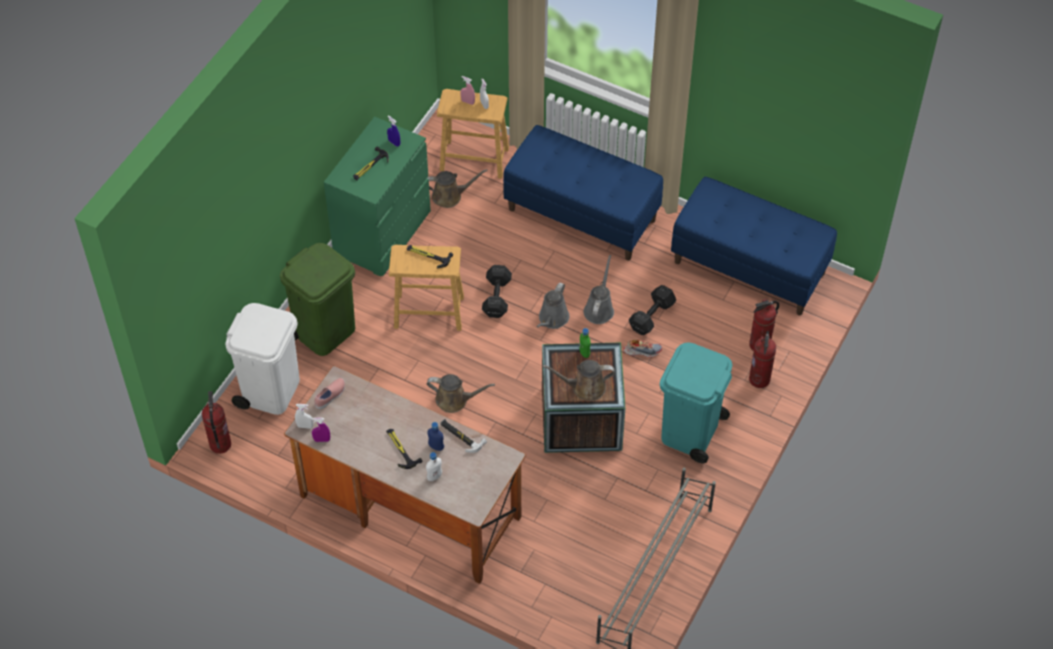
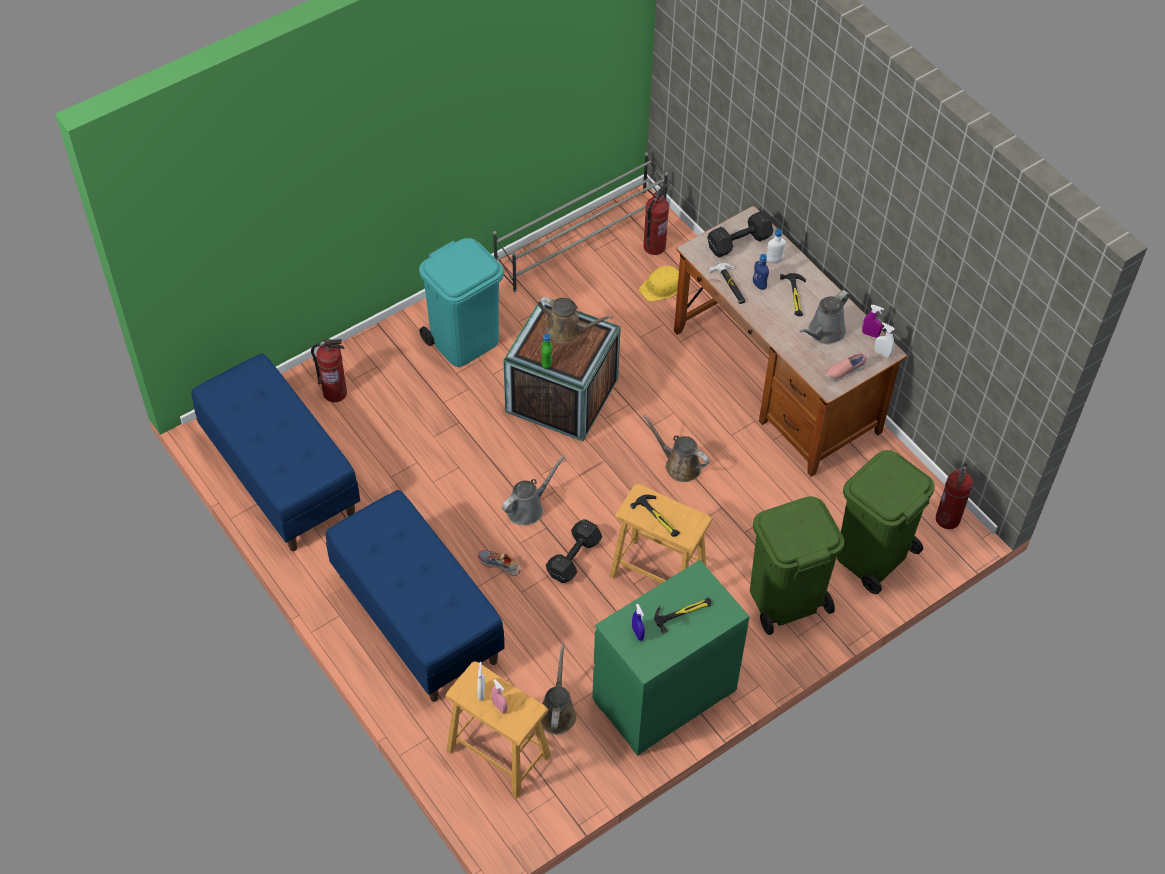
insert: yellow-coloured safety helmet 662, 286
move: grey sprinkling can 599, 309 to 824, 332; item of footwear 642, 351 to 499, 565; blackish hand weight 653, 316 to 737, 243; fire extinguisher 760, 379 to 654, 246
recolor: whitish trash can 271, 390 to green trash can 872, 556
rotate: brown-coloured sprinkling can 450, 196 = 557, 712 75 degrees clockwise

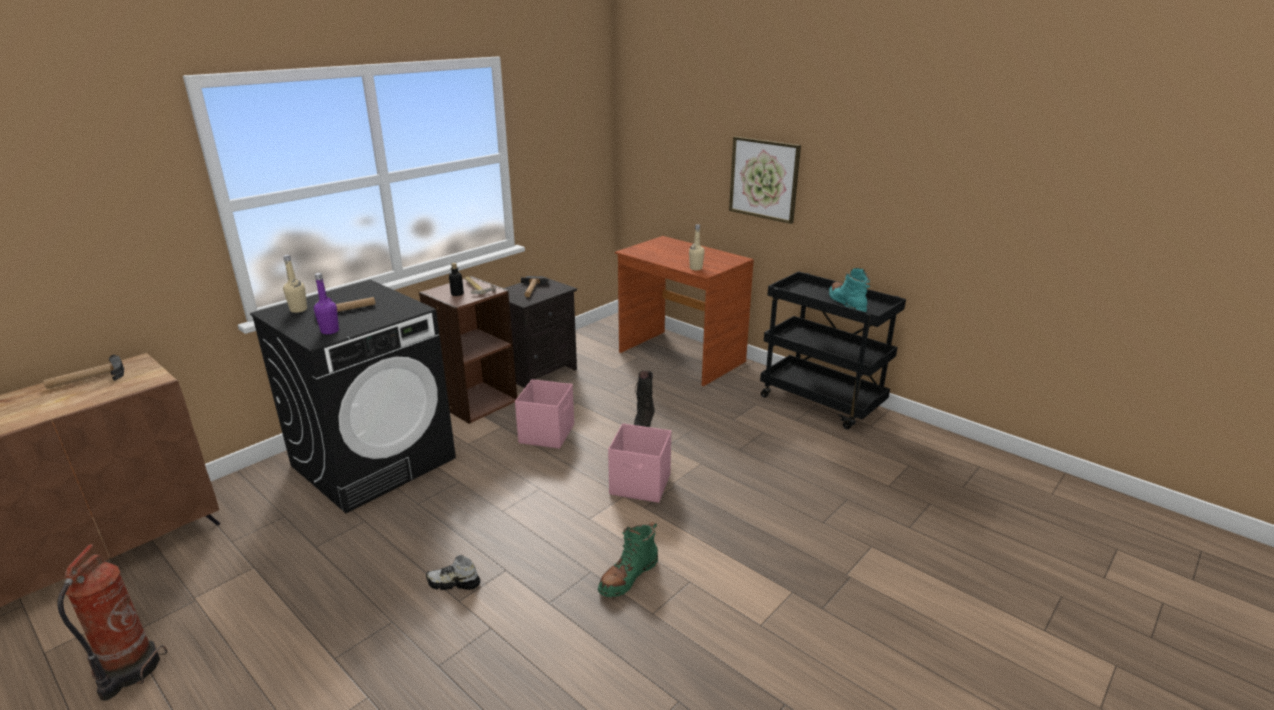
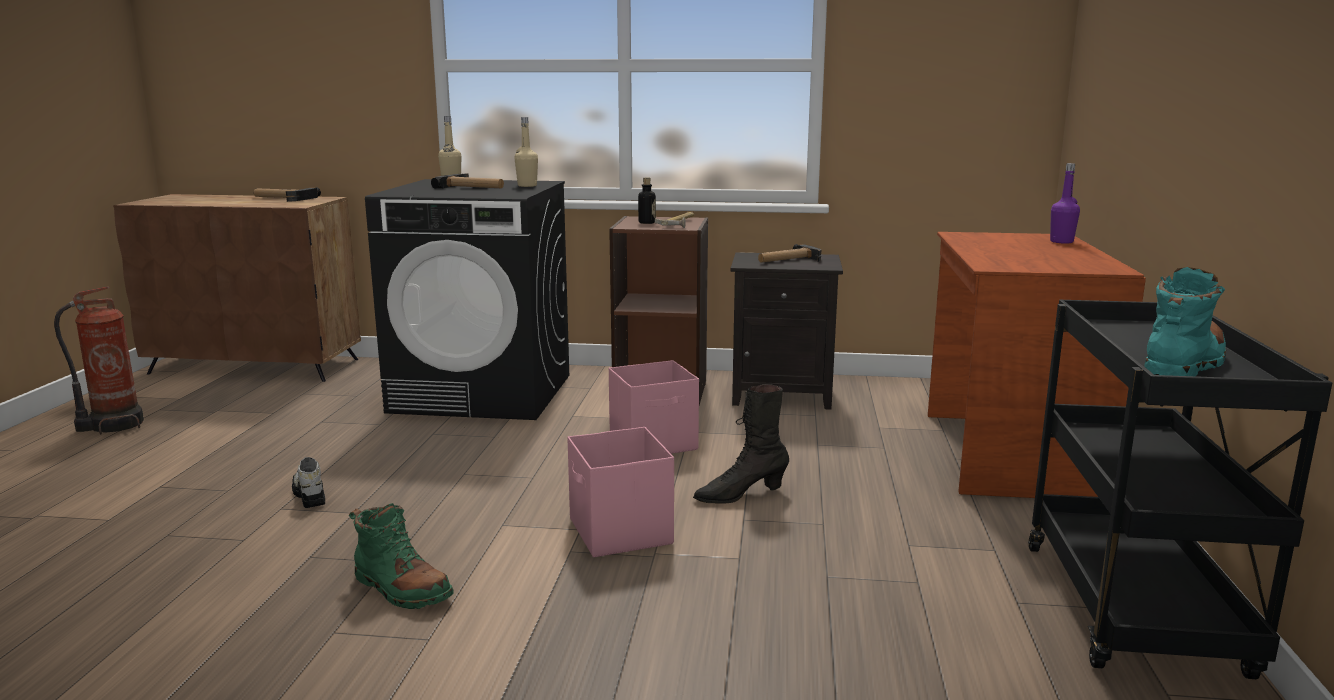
delete: wall picture 764, 179
move: purple bottle 330, 331 to 1061, 241; beige-coloured bottle 696, 268 to 527, 186
rotate: green tall boot 628, 576 = 401, 589 150 degrees counterclockwise

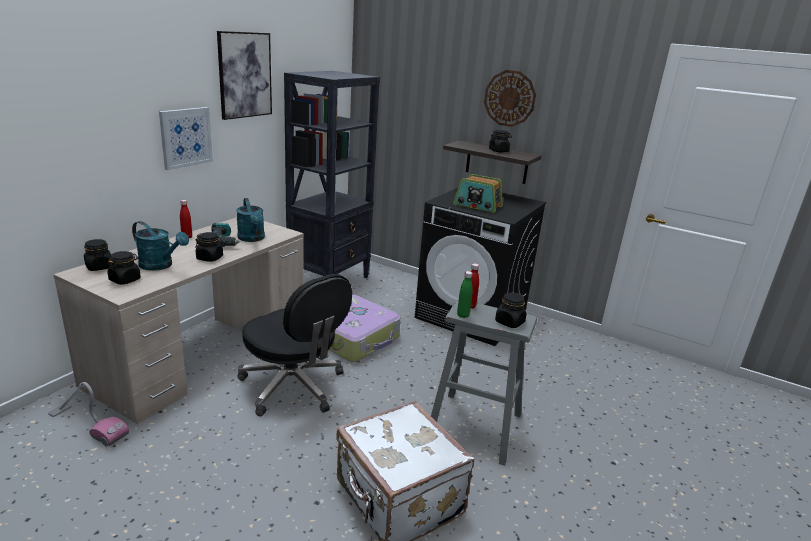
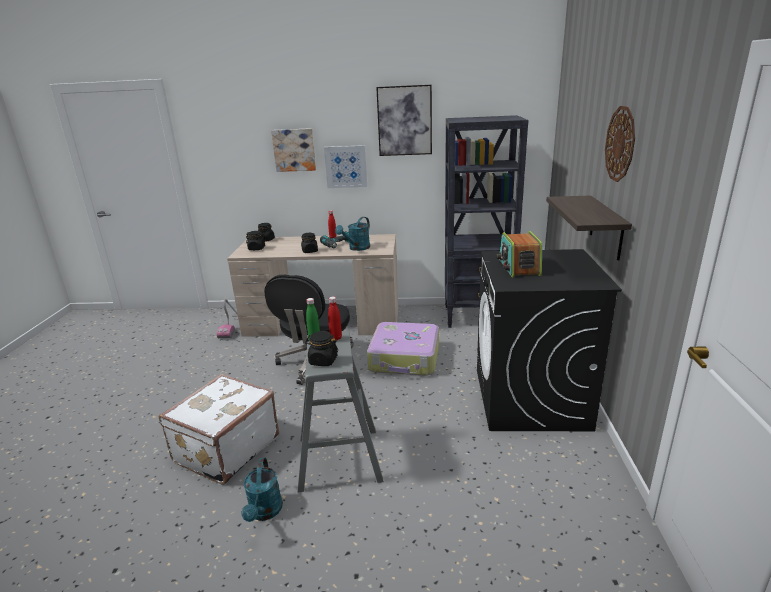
delete: blackish storage jar 498, 151
insert: wall picture 294, 150
move: blue-green sprinkling can 160, 265 to 264, 512

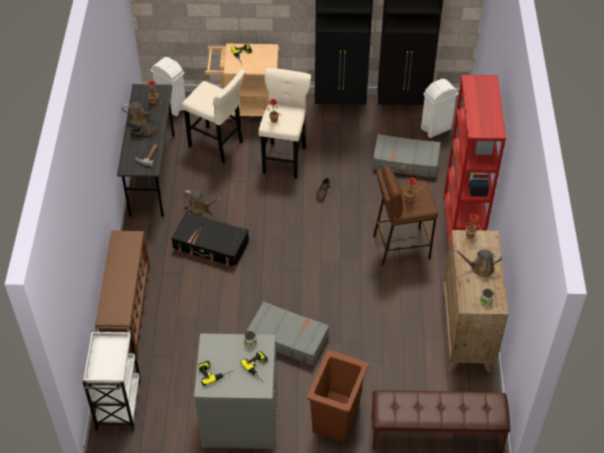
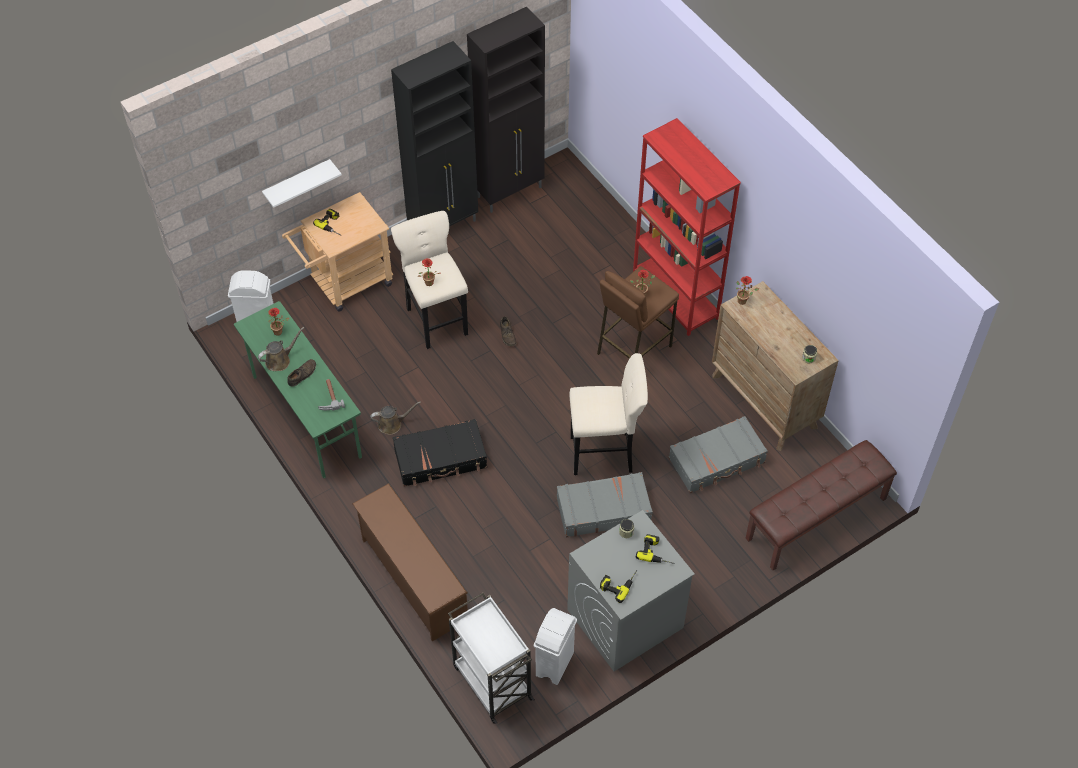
delete: brown-coloured trash can 336, 418; brown-coloured sprinkling can 480, 268
insert: whitish shelf 297, 184
move: beige-coloured stool seat 218, 145 to 605, 453; grey suitcase 405, 162 to 717, 461; whitish trash can 436, 128 to 555, 664
recolor: grey desk 152, 174 to green desk 306, 416

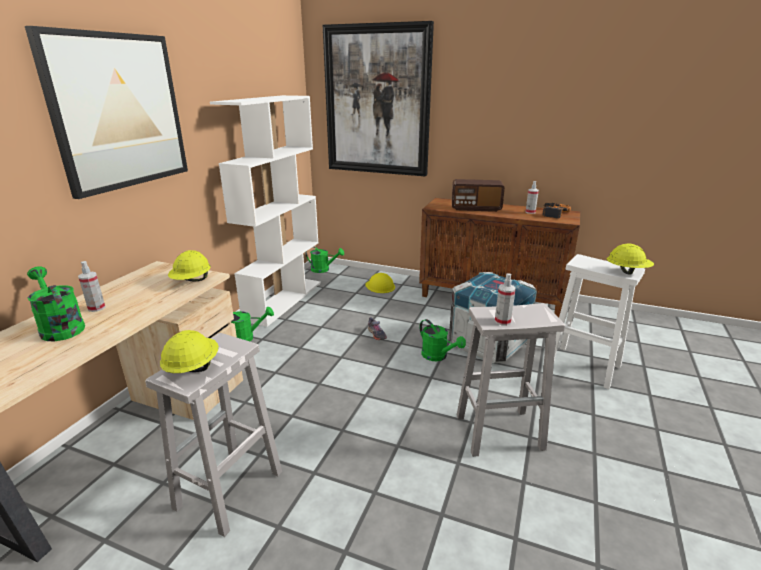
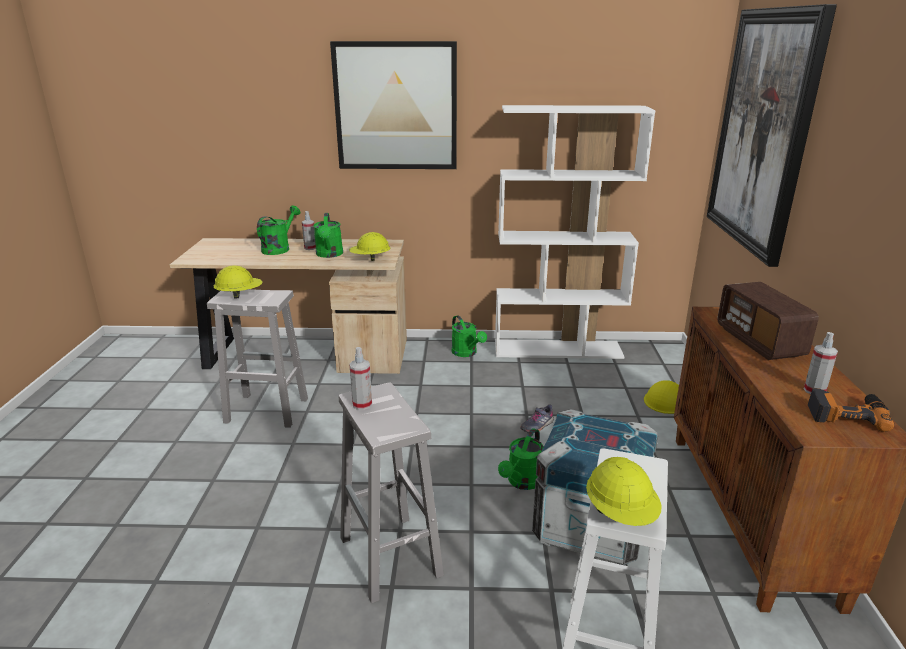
move: green sprinkling can 323, 269 to 329, 255

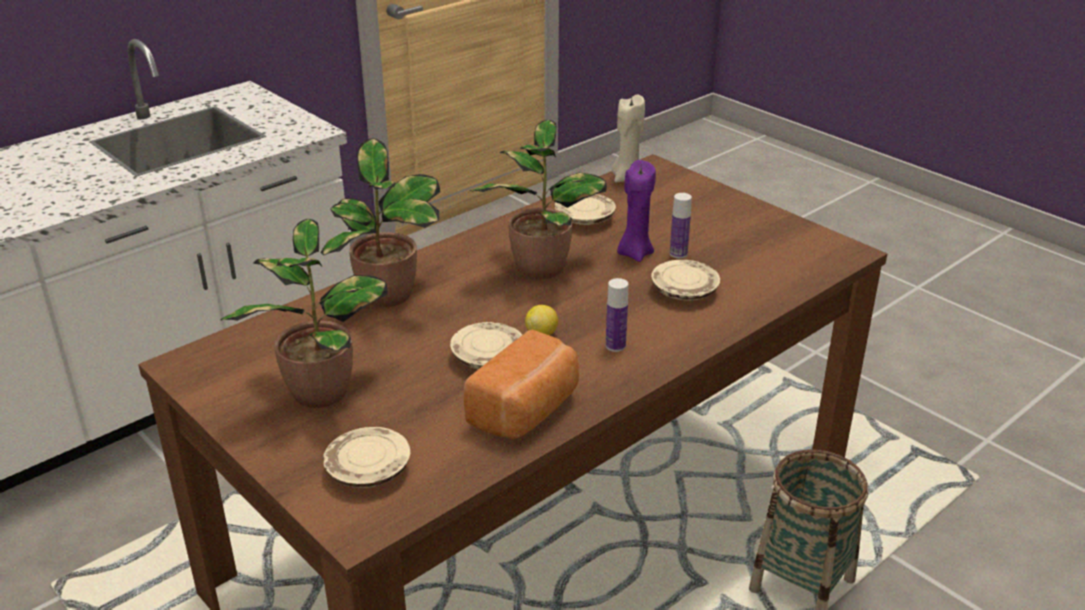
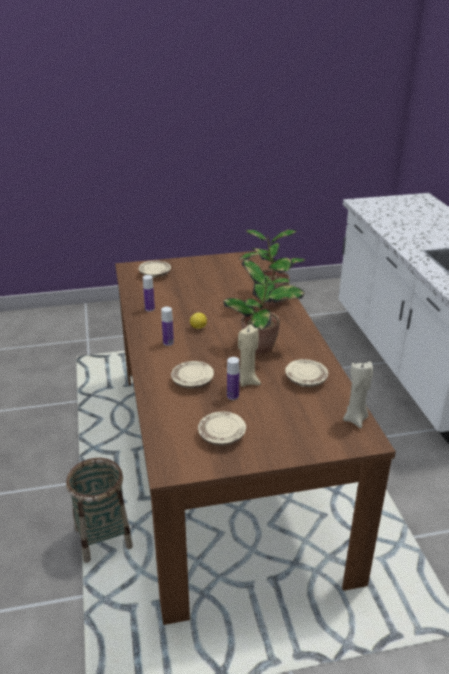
delete: houseplant 319, 389
move: beige-coloured plate 488, 357 to 222, 435
replace: bakery bread 527, 411 to bottle 149, 309
recolor: purple wax candle 634, 253 to beige-coloured wax candle 247, 381

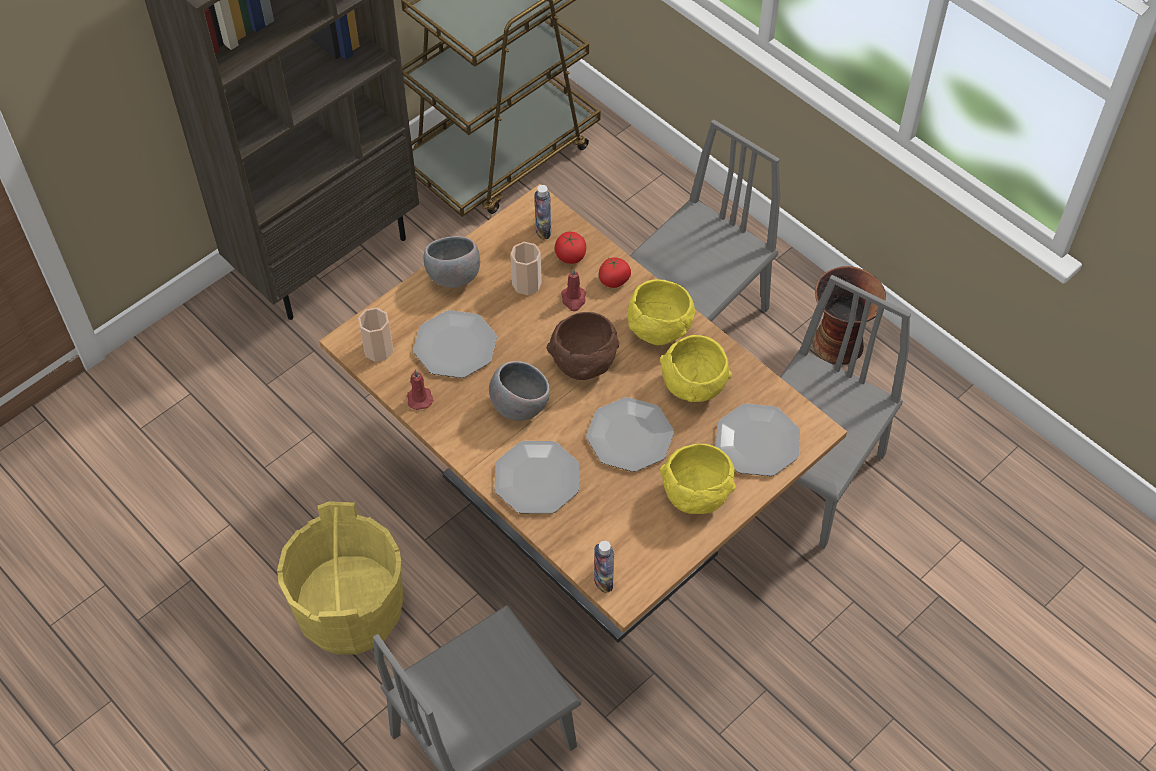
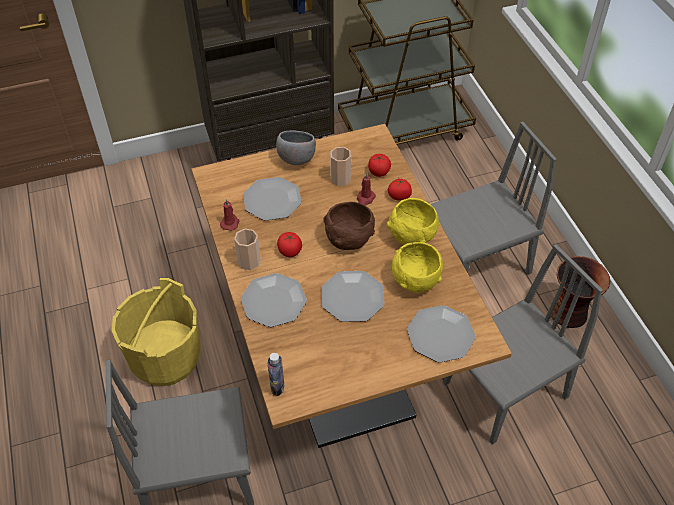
delete: bottle 543, 230; yellow-coloured bowl 697, 495
move: drinking cup 378, 349 to 249, 261
replace: grey bowl 519, 406 to tomato 290, 251

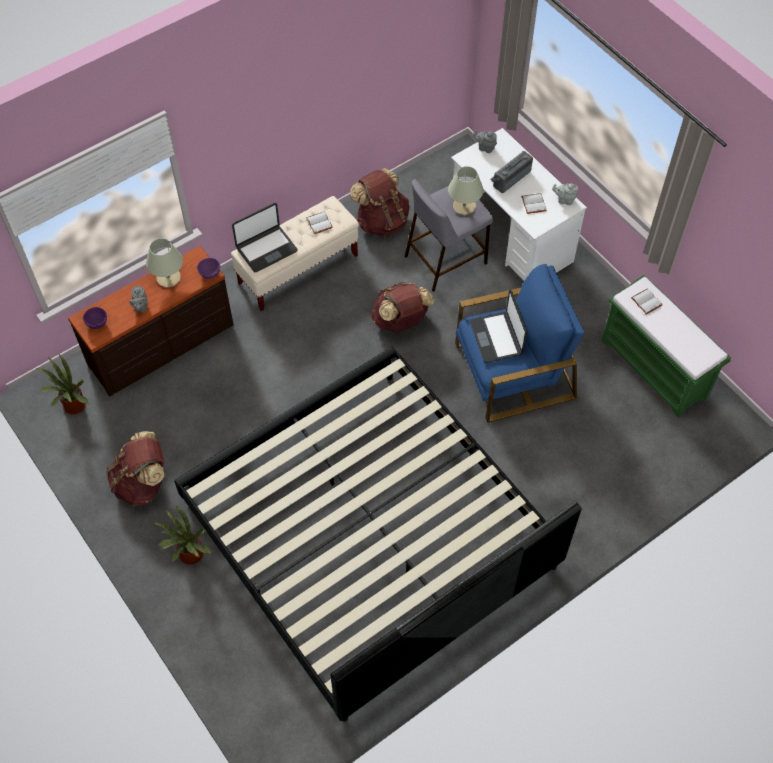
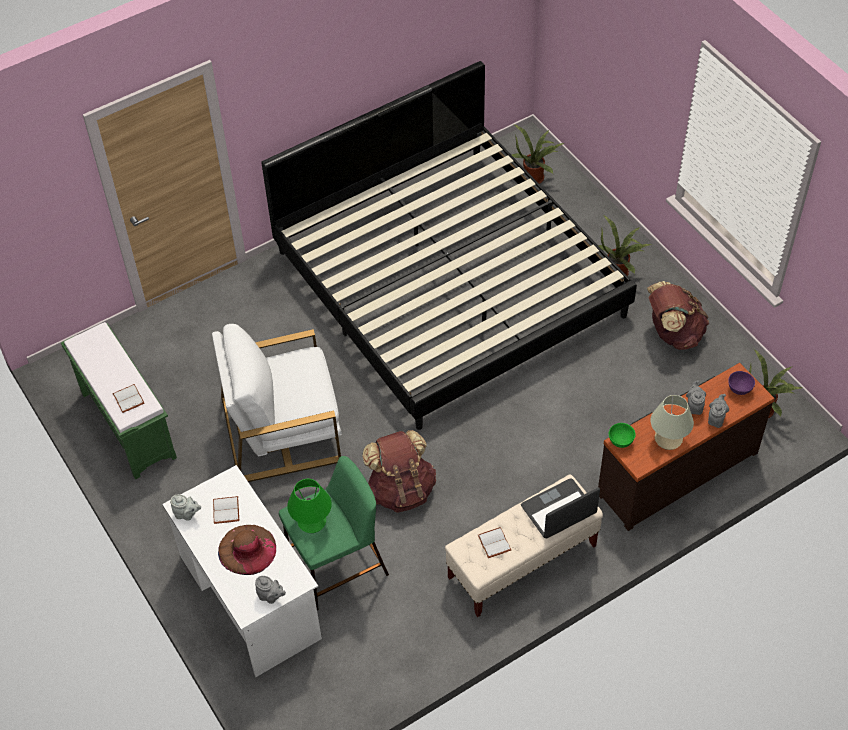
delete: brown-coloured knapsack 381, 221; portable computer 497, 337
insert: houseplant 535, 177; grey pot for tea 716, 418
replace: radio set 510, 177 to brown-coloured clothing hat 247, 549
recolor: purple bowl 210, 274 to green bowl 620, 442; grey stool seat 446, 259 to green stool seat 336, 568; beige-coloured tabletop lamp 464, 206 to green tabletop lamp 312, 521; bluish lounge chair 513, 371 to whitish lounge chair 282, 427

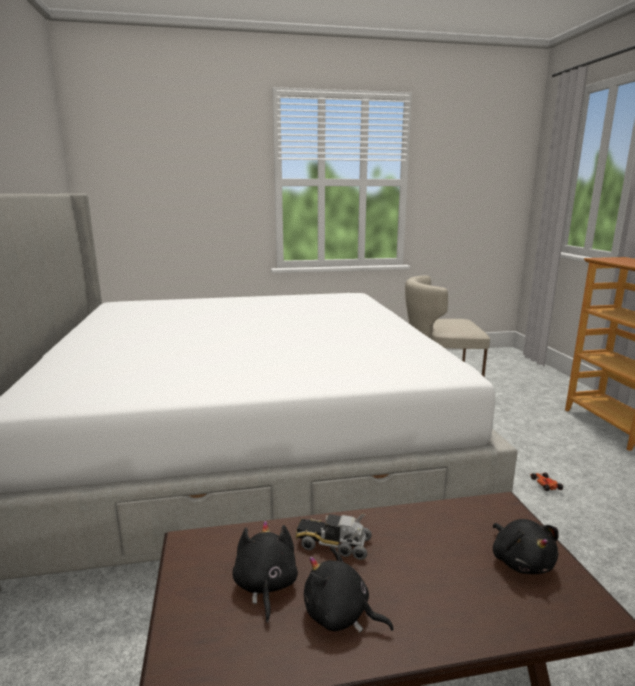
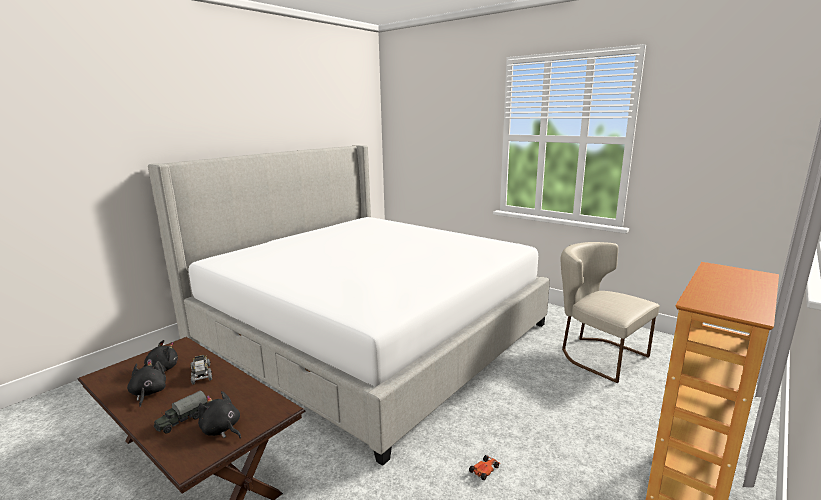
insert: toy truck 182, 421
rotate: blackish soft toy 521, 561 = 222, 429 90 degrees clockwise

